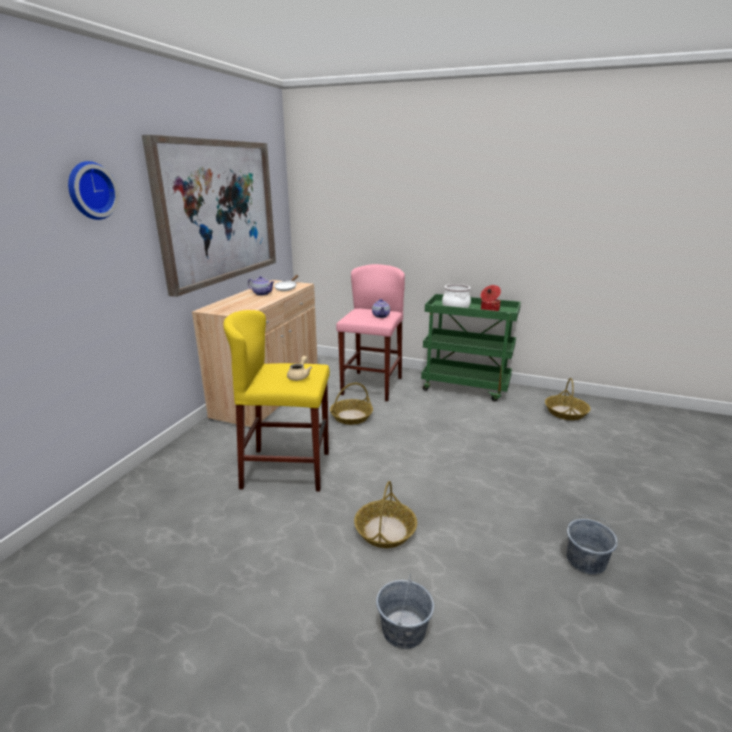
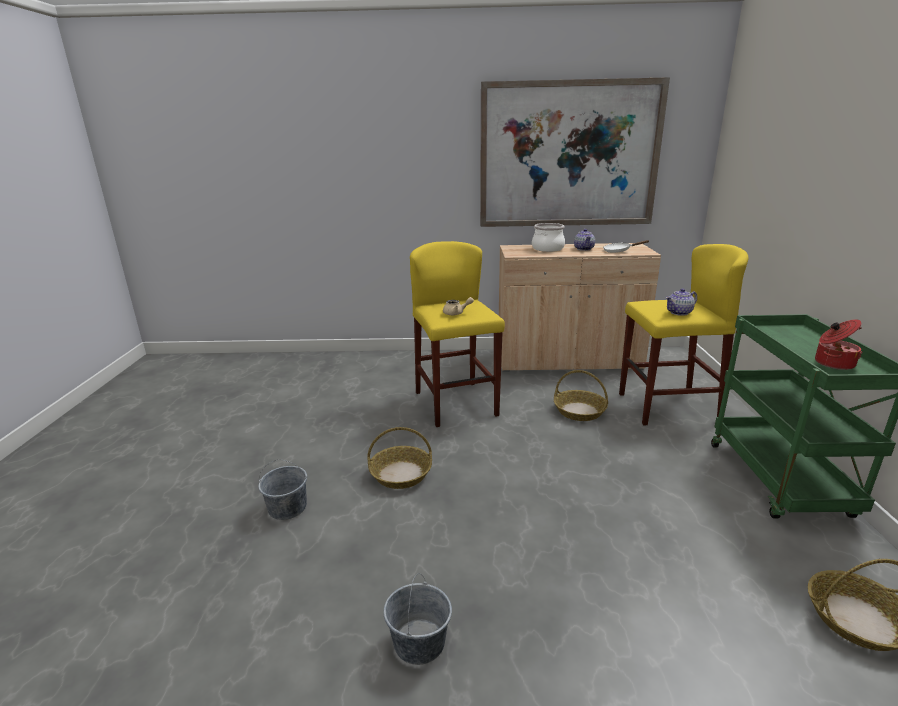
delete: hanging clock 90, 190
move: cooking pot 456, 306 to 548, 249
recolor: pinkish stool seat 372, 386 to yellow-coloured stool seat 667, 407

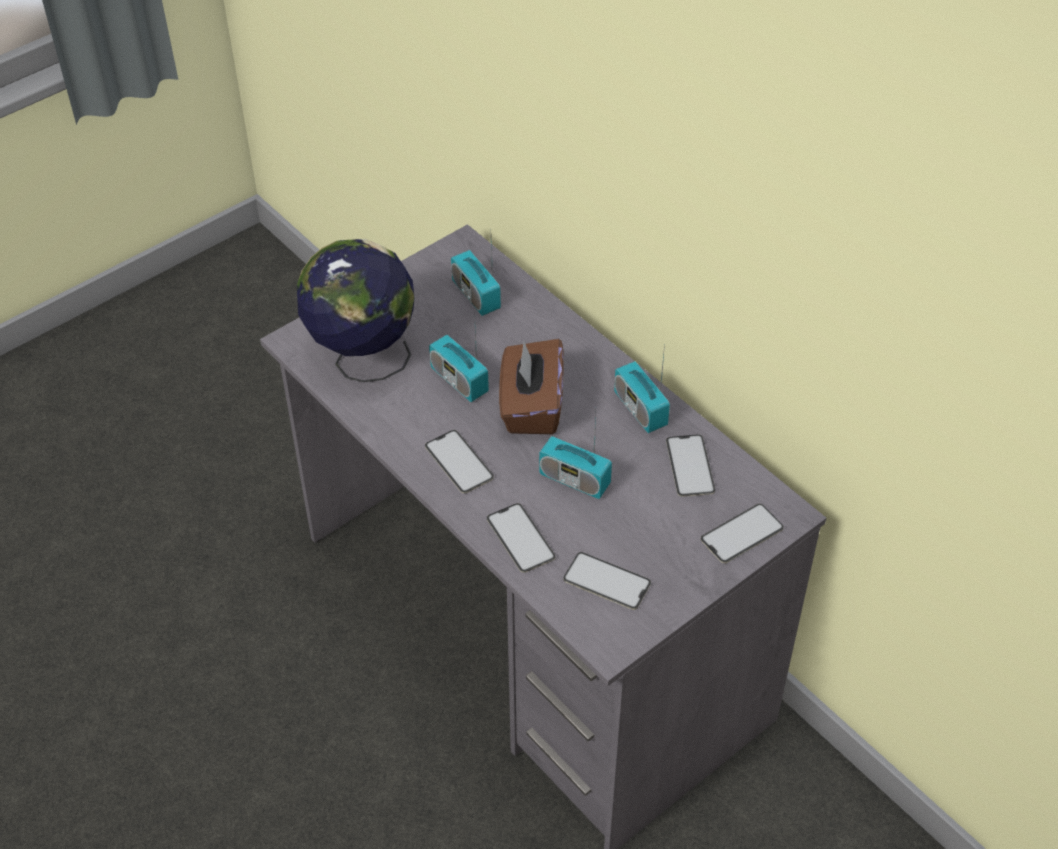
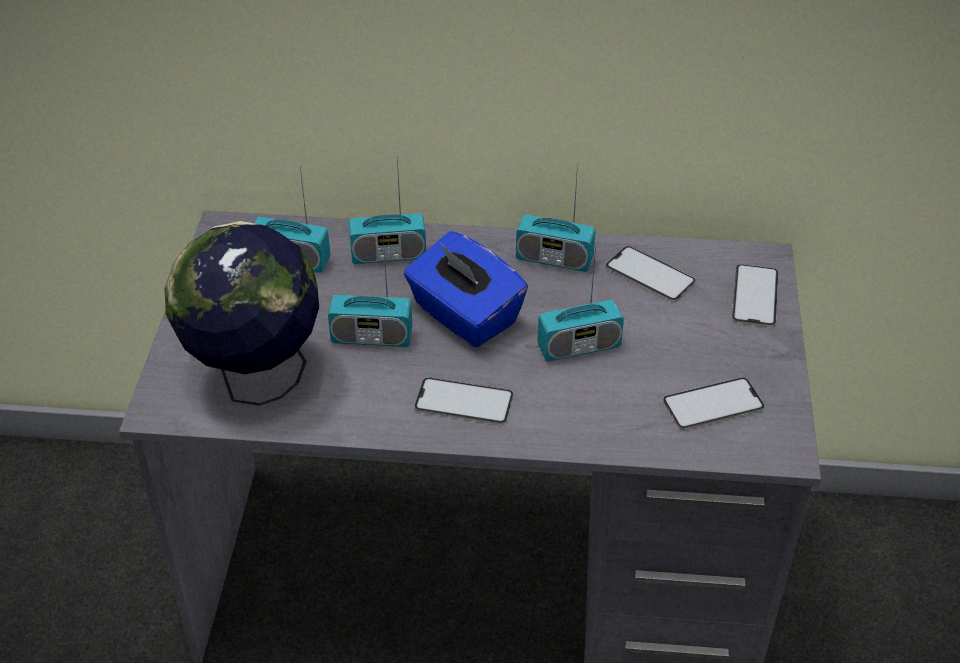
delete: telephone 520, 538
insert: radio set 388, 255
recolor: brown-coloured box of tissues 531, 407 to bluish box of tissues 464, 316

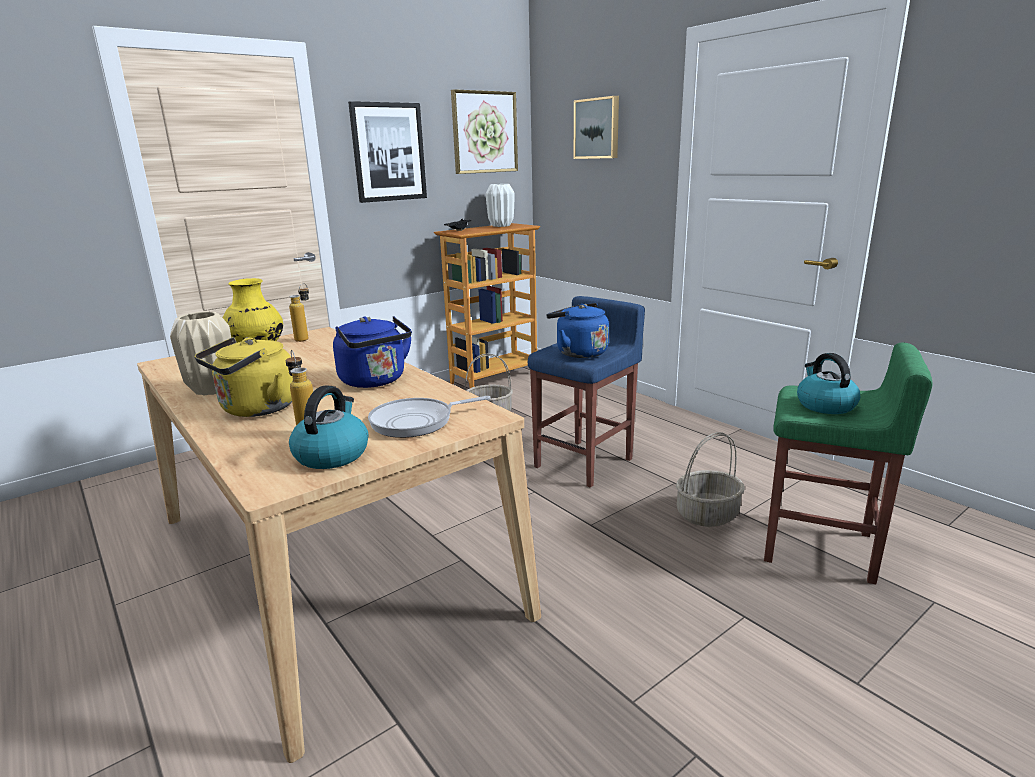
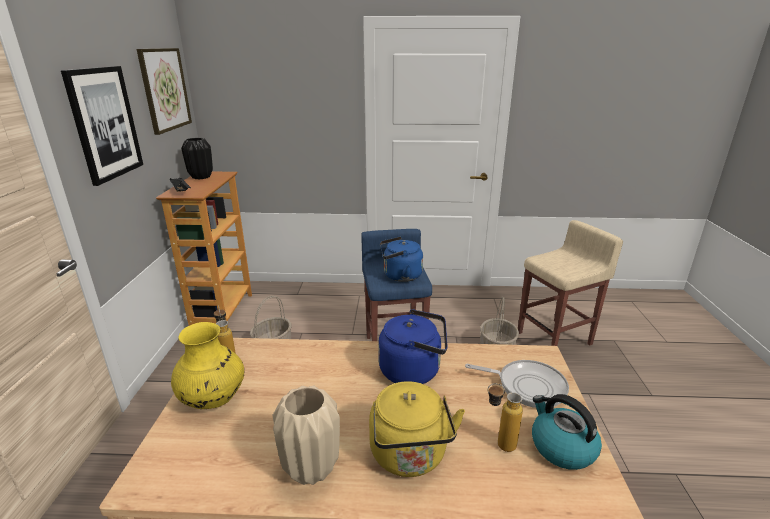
delete: wall picture 597, 128; kettle 824, 405
recolor: whitish flower vase 501, 226 to blackish flower vase 201, 177; green stool seat 820, 548 to beige-coloured stool seat 555, 338
rotate: frying pan 417, 422 = 527, 386 90 degrees counterclockwise

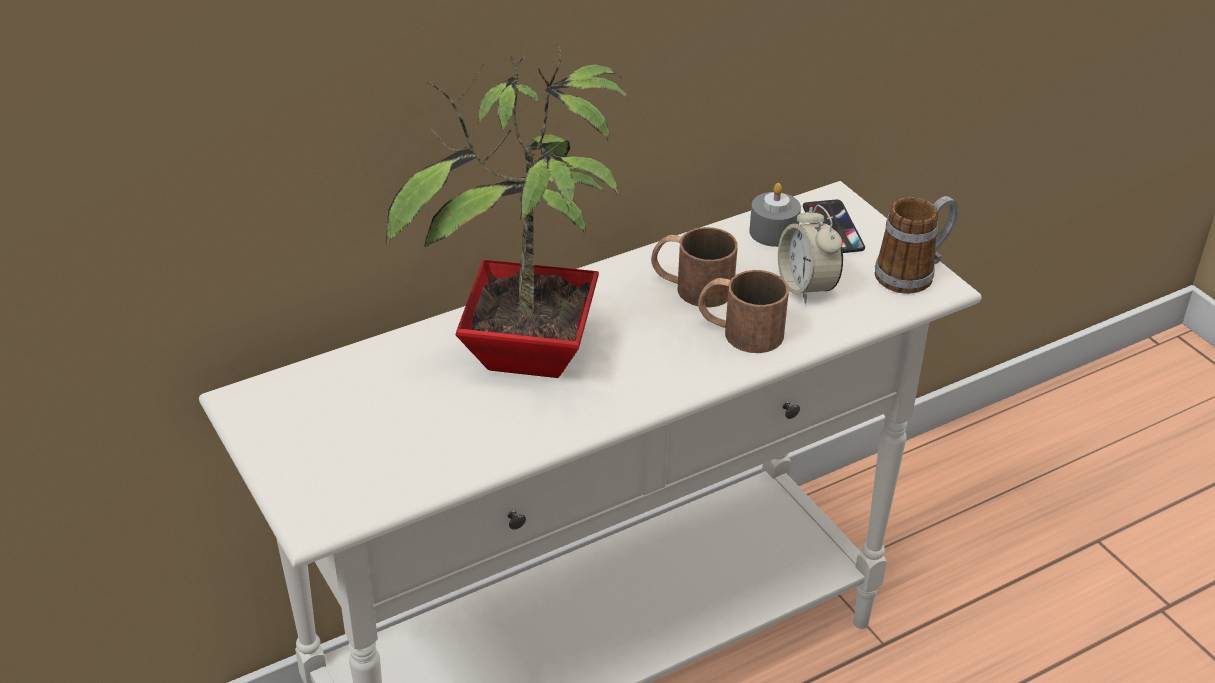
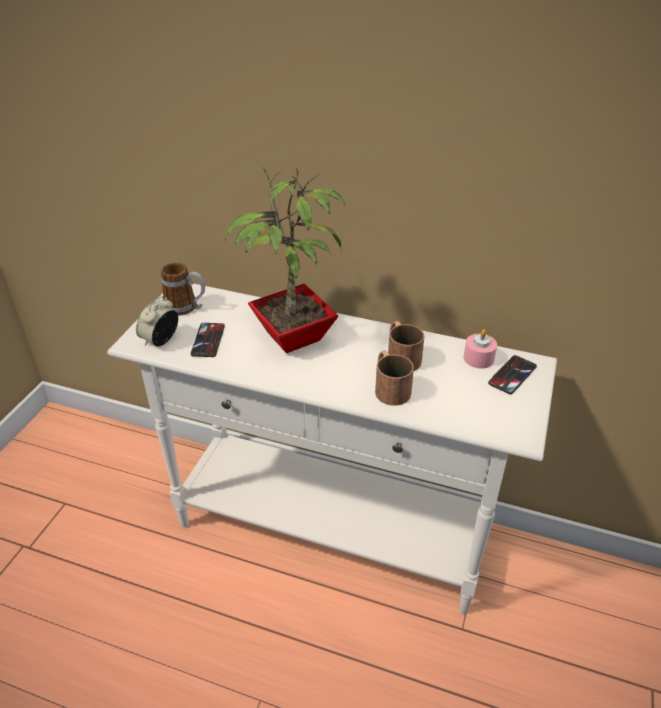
insert: telephone 208, 340
move: bedside clock 806, 287 to 161, 340; coffee mug 913, 273 to 186, 308
recolor: grey wax candle 773, 232 to pinkish wax candle 478, 358

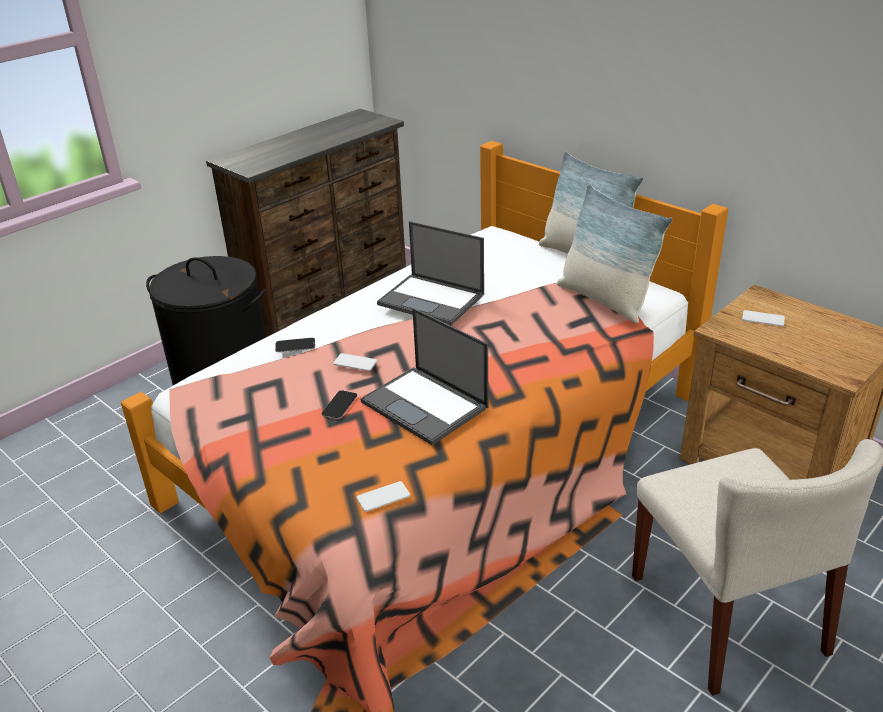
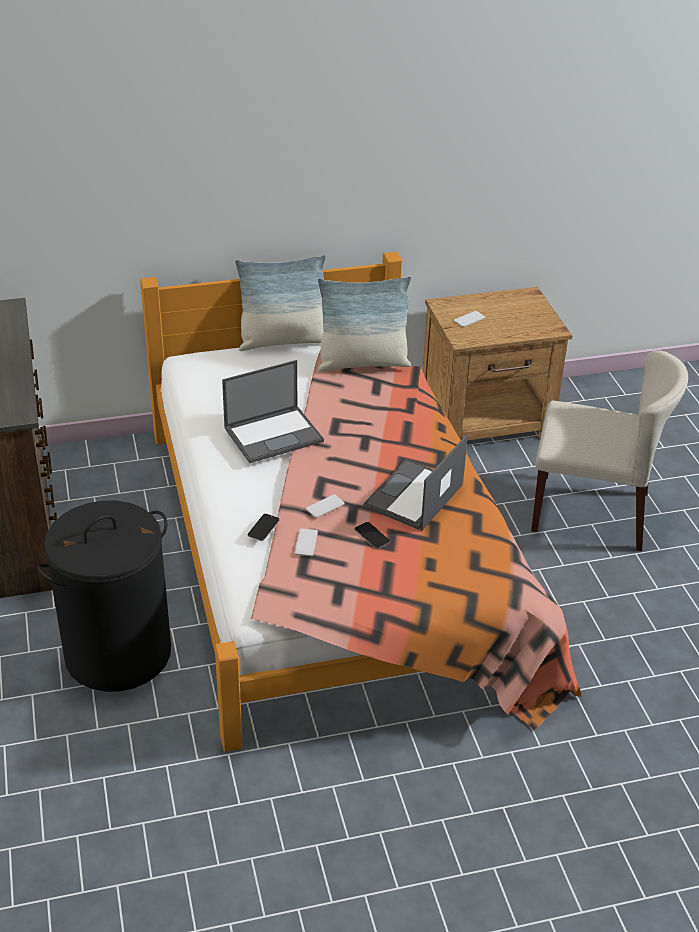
move: telephone 383, 497 to 306, 543
rotate: portable computer 426, 405 = 413, 496 135 degrees clockwise

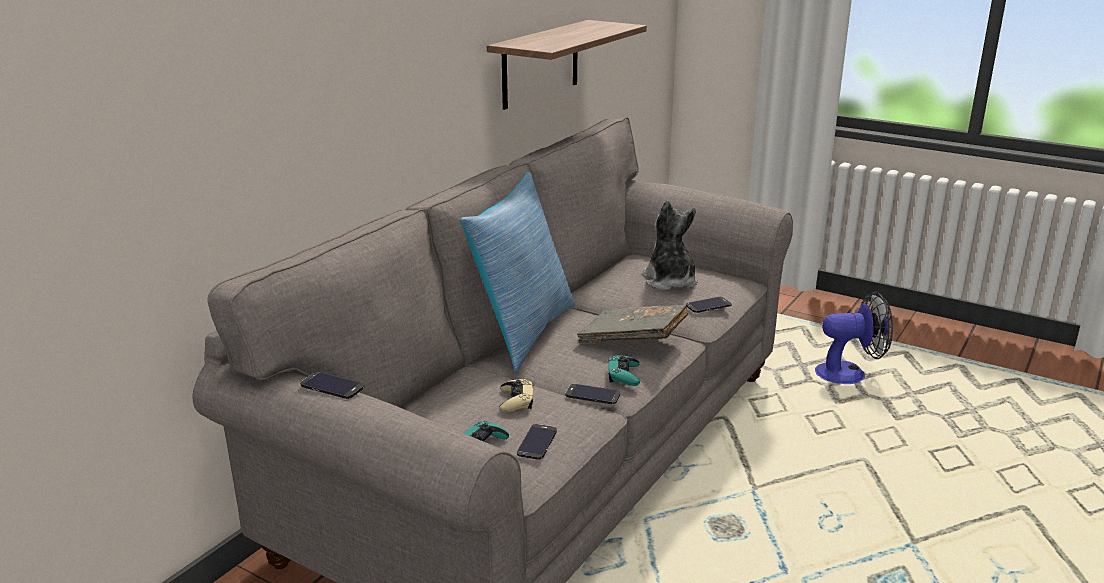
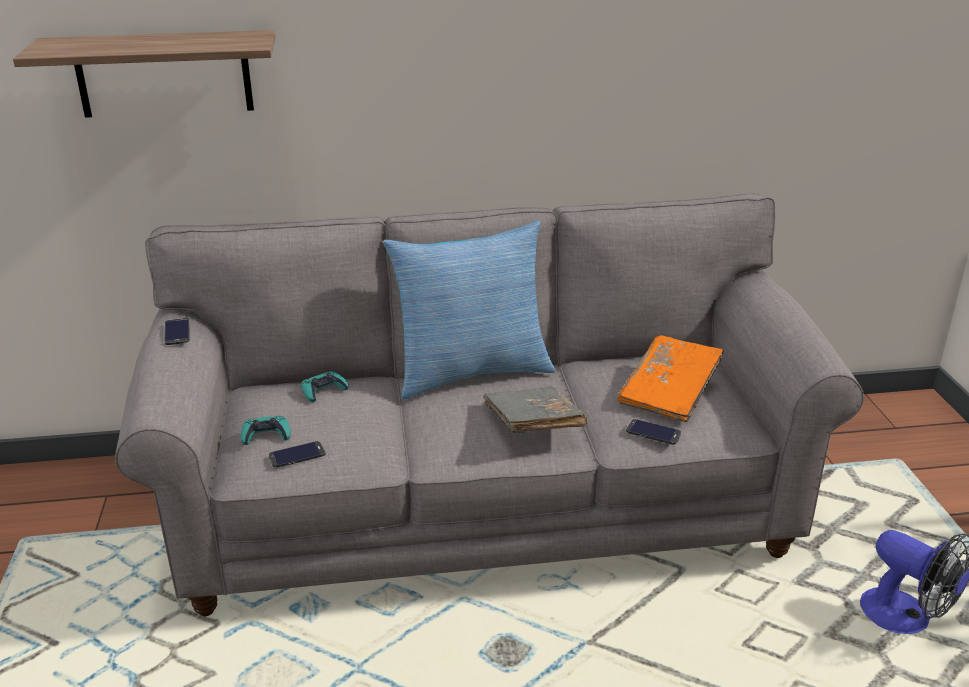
delete: beige-coloured gamepad 516, 401; telephone 592, 394
move: shelf 540, 64 to 164, 74; blue-green gamepad 623, 375 to 323, 391
replace: soft toy 670, 281 to orange book 670, 393

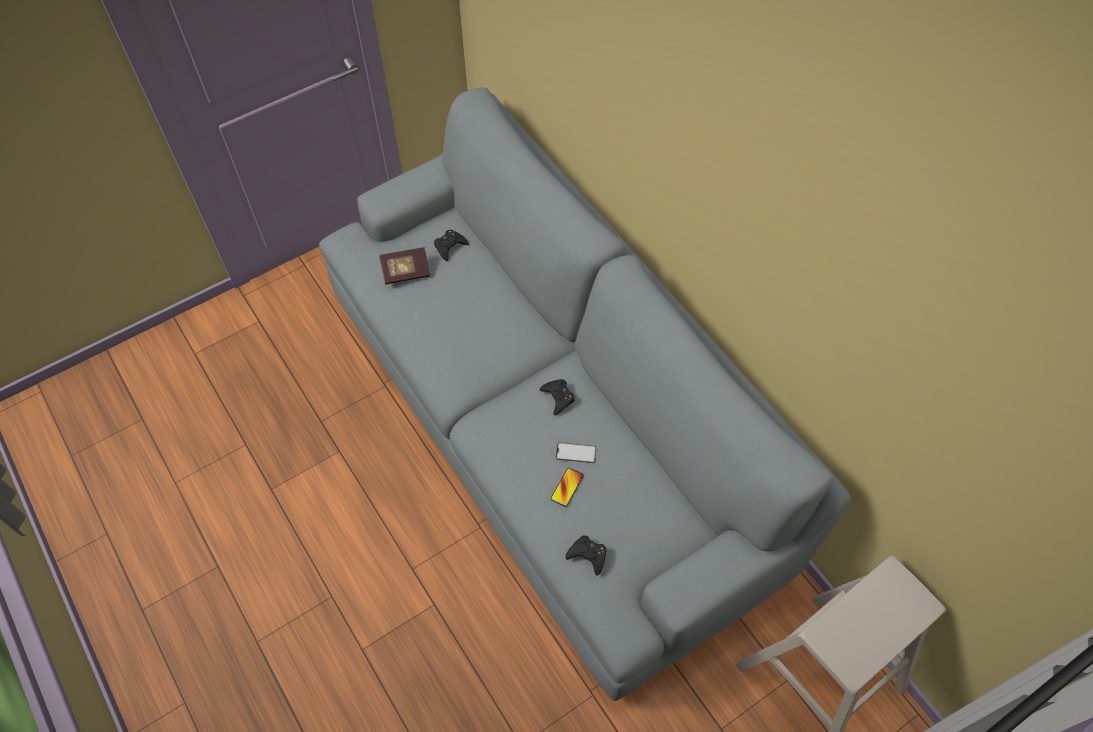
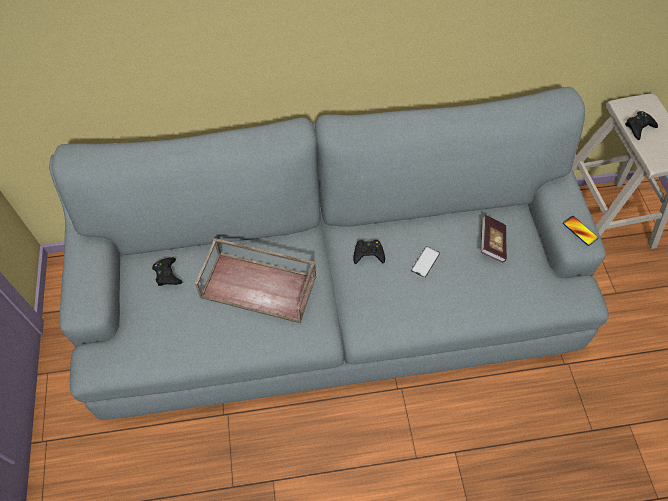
insert: brown-coloured tray 260, 286
move: book 406, 272 to 491, 243; telephone 567, 487 to 580, 231; blackish gamepad 588, 555 to 639, 127

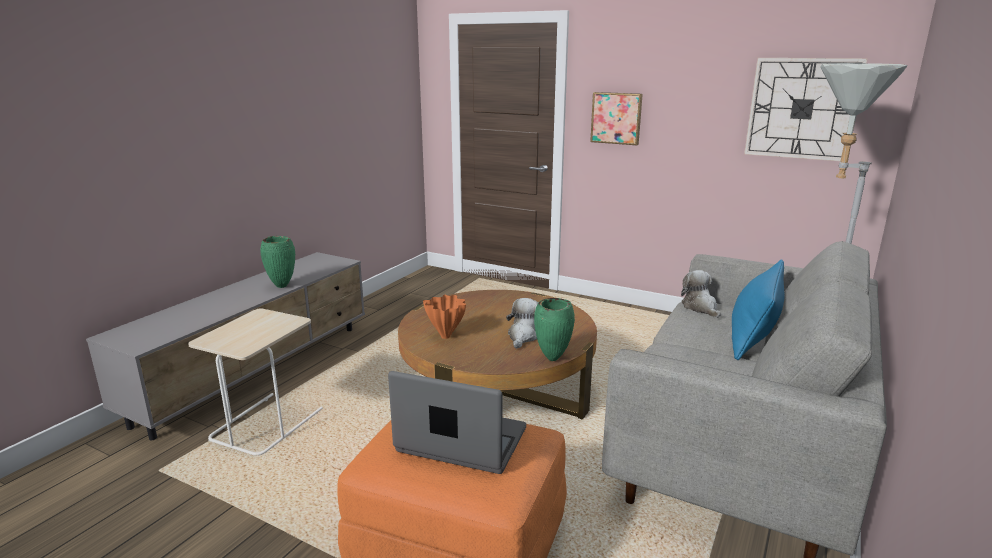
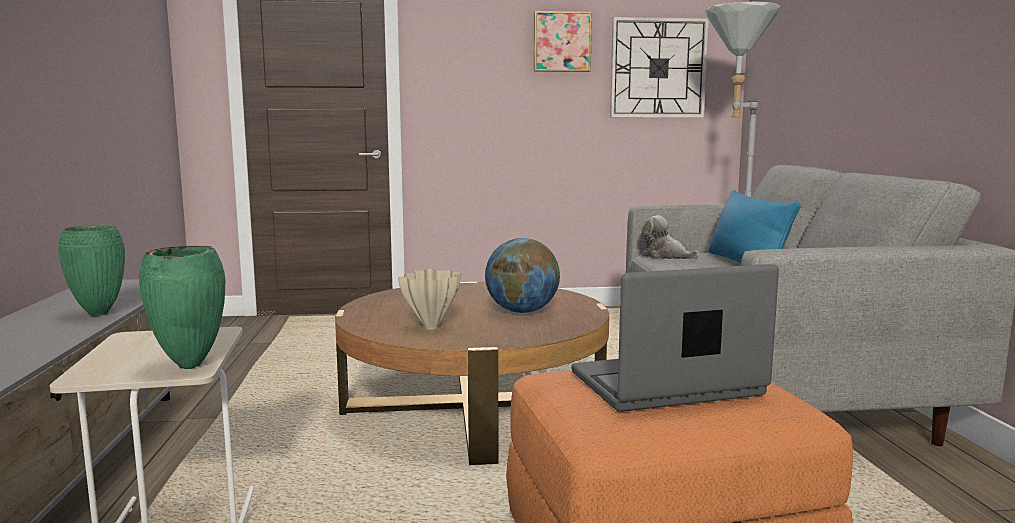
move: green flower vase 553, 359 to 190, 366; wall picture 616, 118 to 561, 42
replace: soft toy 523, 336 to desk globe 522, 311
recolor: orange flower vase 446, 336 to beige-coloured flower vase 432, 327

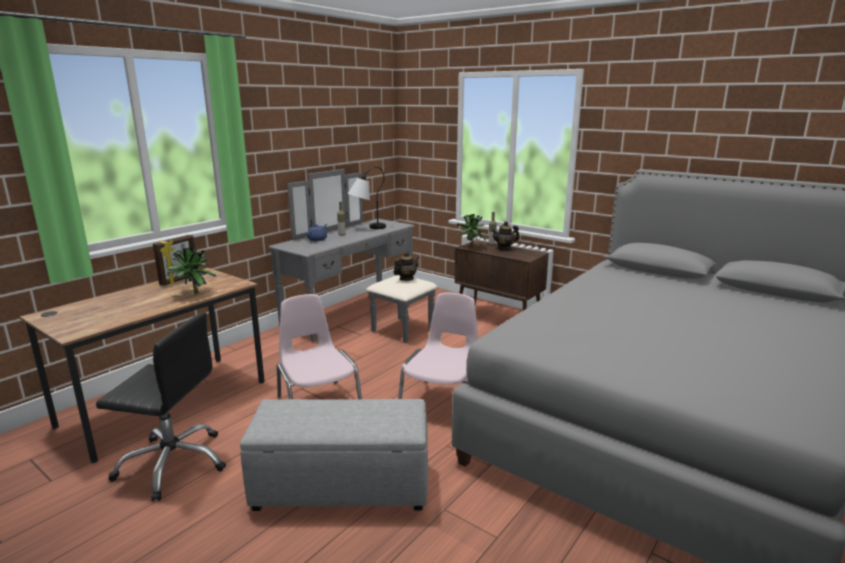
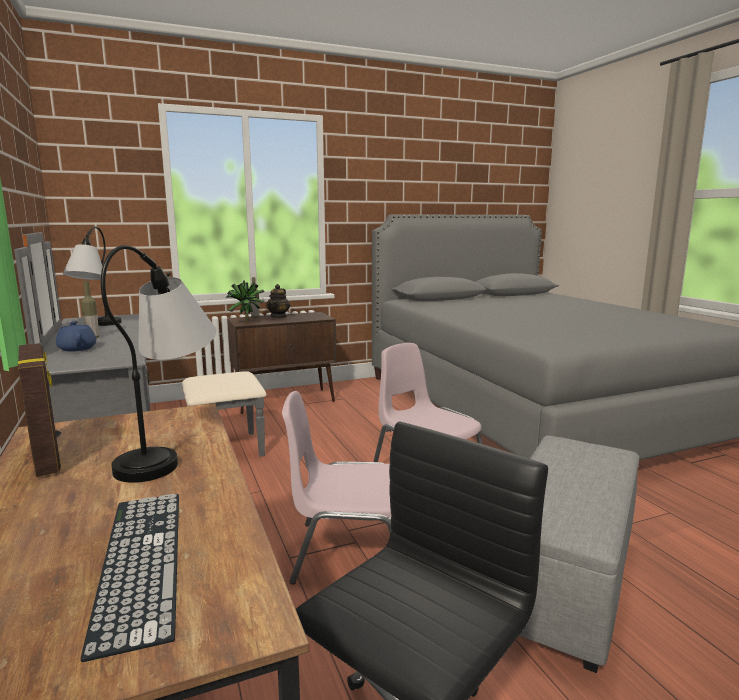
delete: pot for tea 406, 279
insert: keyboard 141, 560
replace: houseplant 193, 293 to tabletop lamp 172, 451

